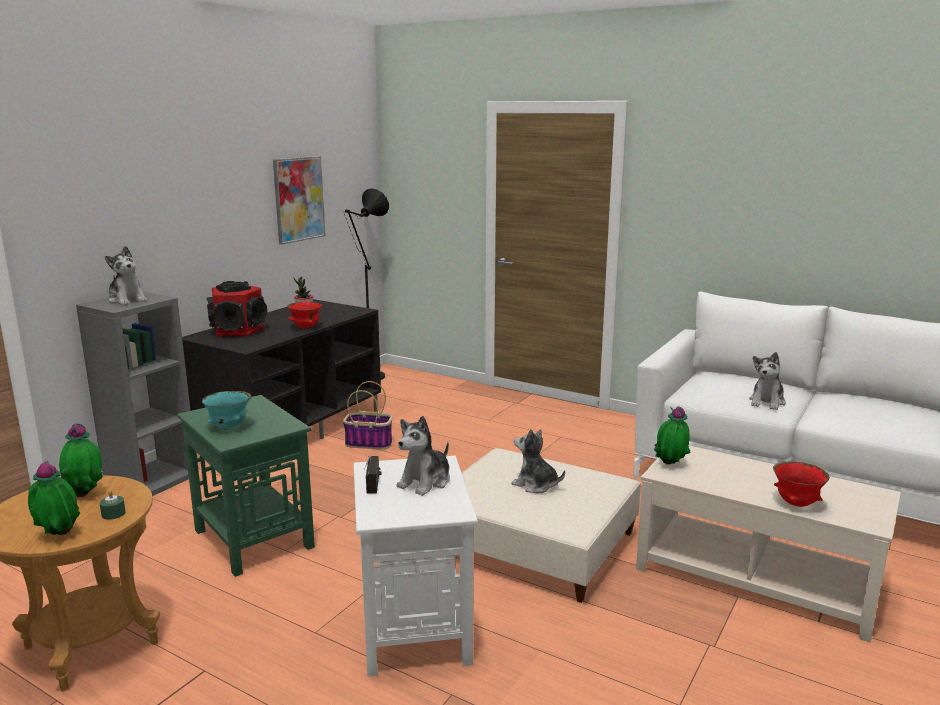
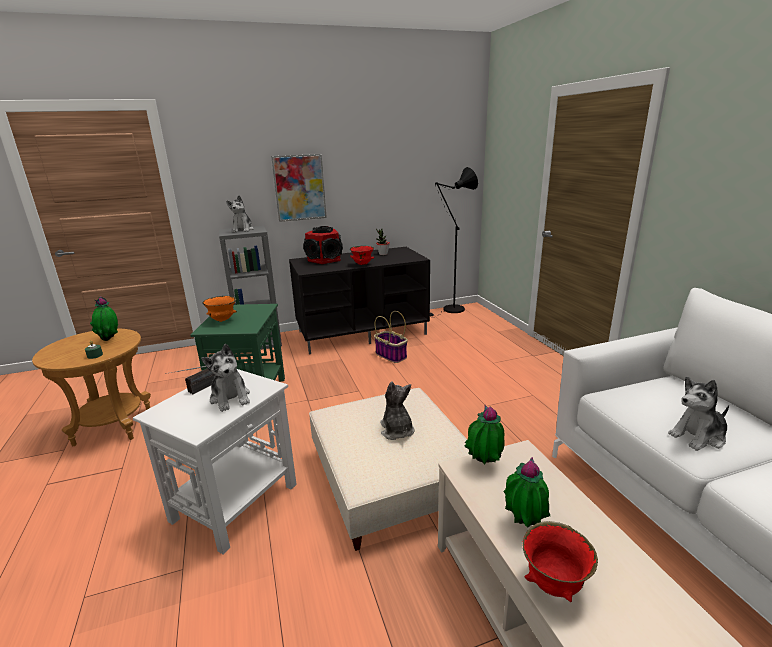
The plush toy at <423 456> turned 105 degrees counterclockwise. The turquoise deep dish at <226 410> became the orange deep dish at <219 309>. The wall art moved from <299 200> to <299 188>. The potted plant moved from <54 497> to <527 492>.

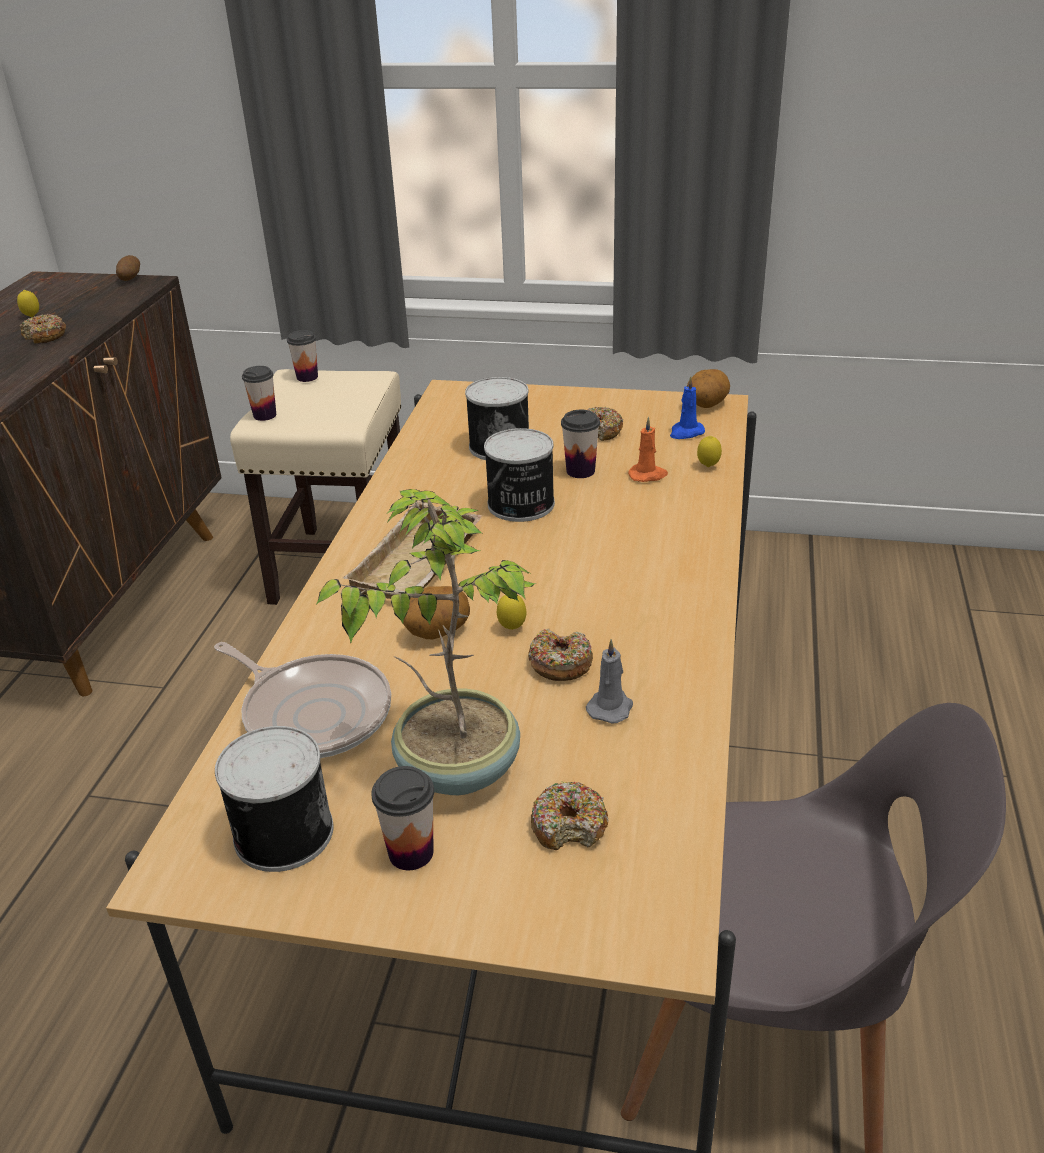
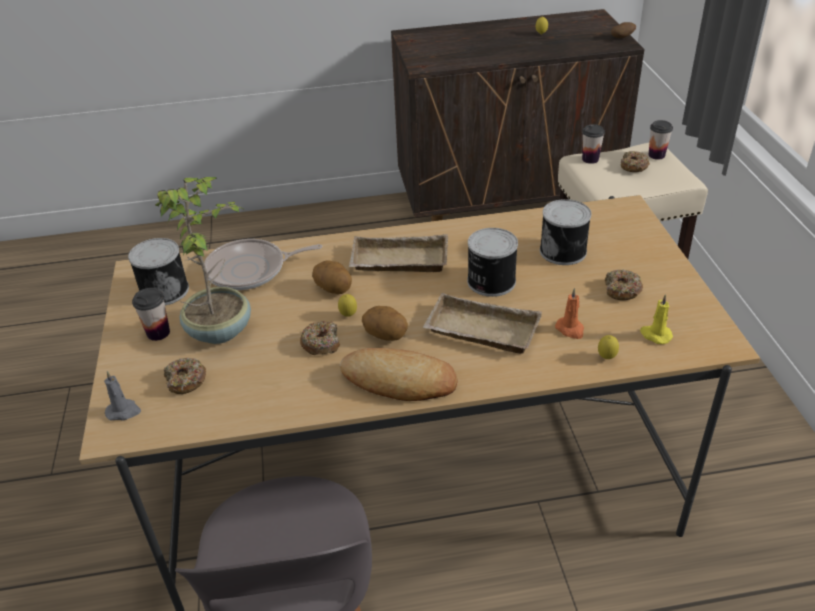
The grey wax candle moved from <609 681> to <122 396>. The frying pan at <302 700> turned 60 degrees clockwise. The bakery bread at <398 374> appeared. The spud moved from <708 388> to <385 323>. The sand-coloured tray at <482 323> appeared. The ring doughnut moved from <43 329> to <635 161>. The blue wax candle at <687 407> became the yellow wax candle at <656 319>. The small cup at <580 444> disappeared.

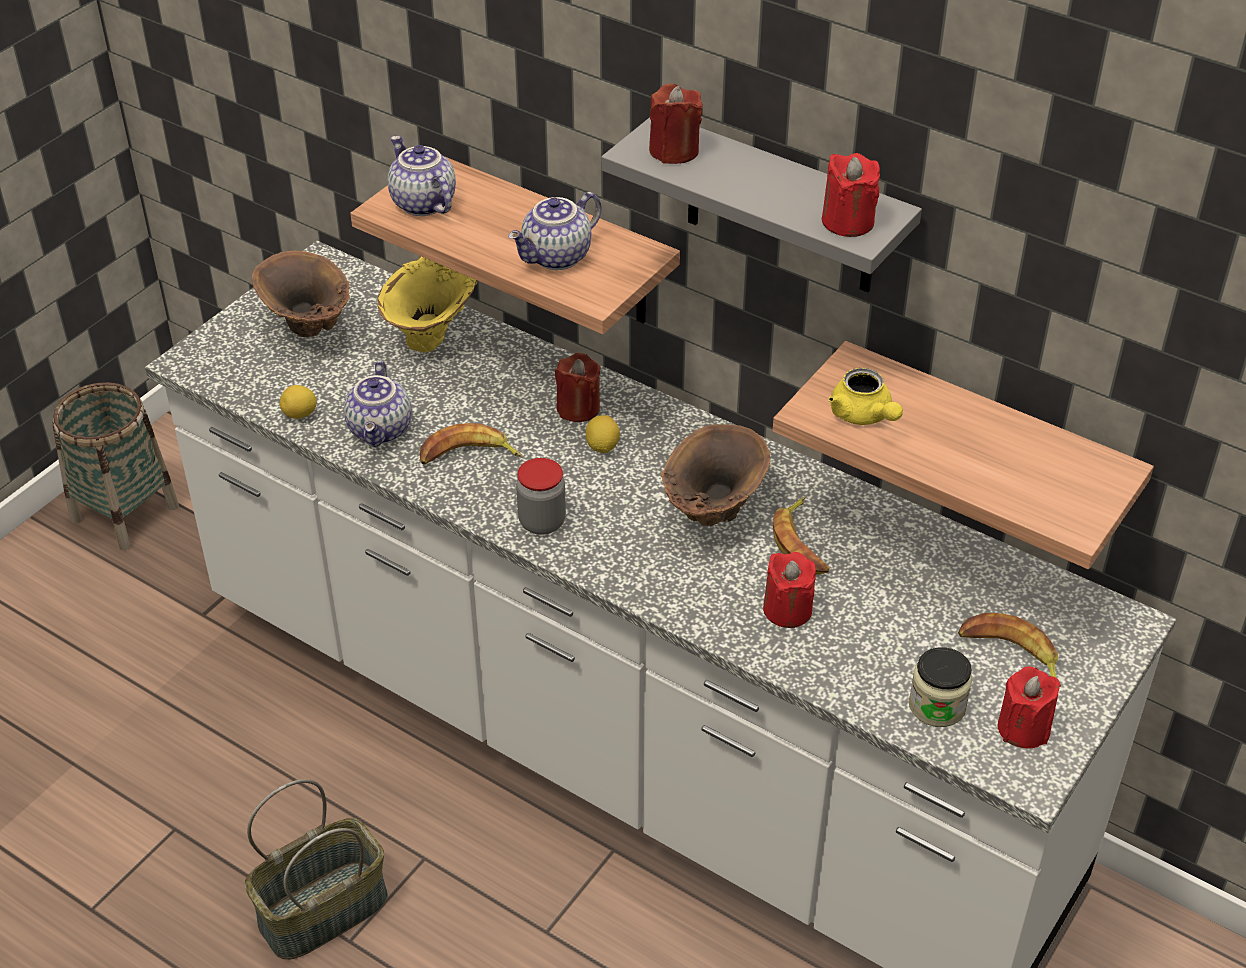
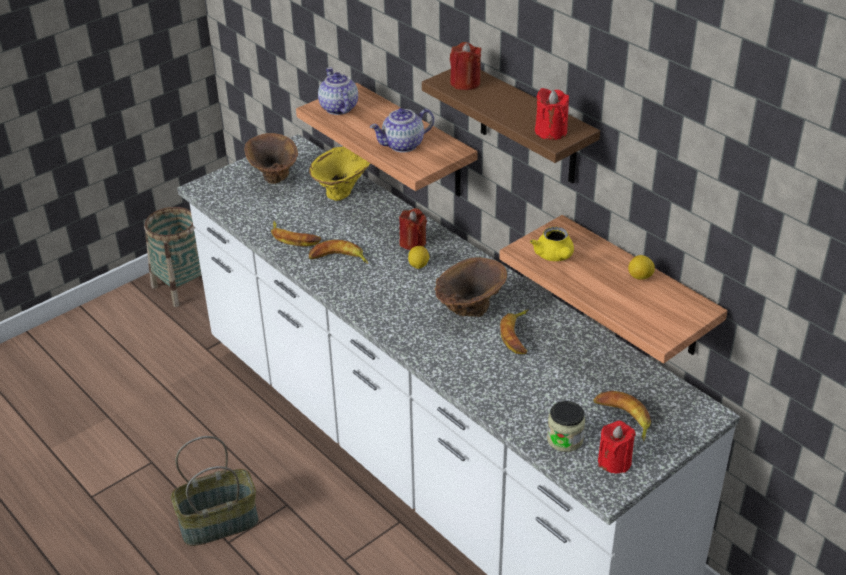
The teapot at <378 404> was replaced by the banana fruit at <296 234>. The grey shelf at <761 204> became the brown-coloured shelf at <511 126>. The lemon moved from <298 402> to <641 267>. The jar at <541 496> disappeared. The red-coloured wax candle at <789 590> disappeared.

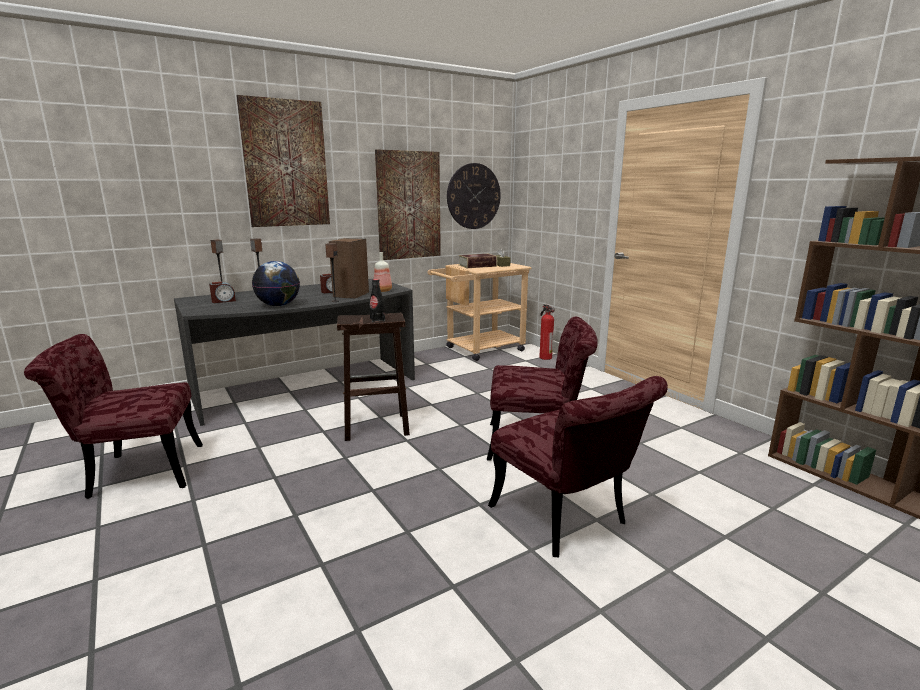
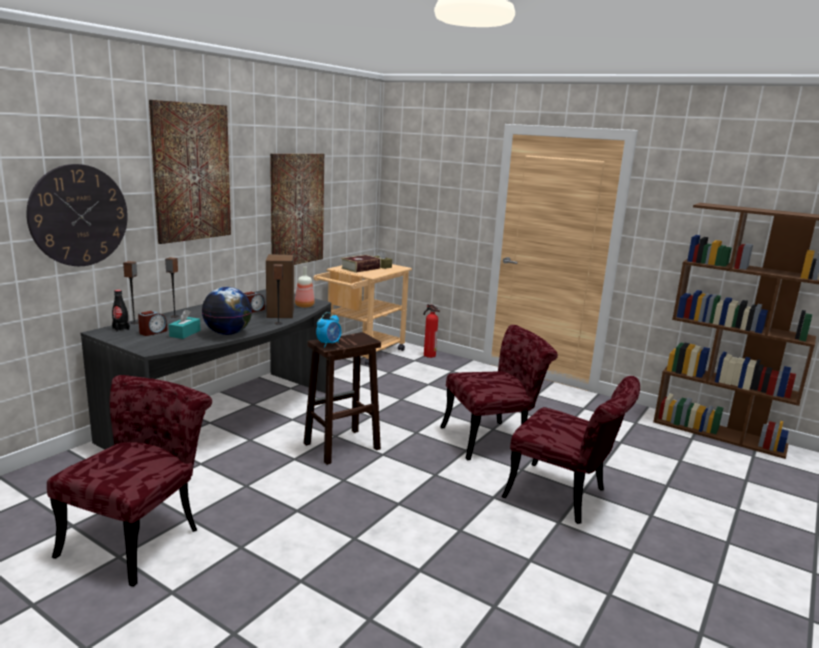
The wall clock moved from <474 196> to <77 215>. The red-coloured upright chair at <113 416> turned 150 degrees clockwise. The black beverage bottle moved from <377 300> to <121 311>. The turquoise tissue holder at <185 324> appeared. The alarm clock at <329 329> appeared.

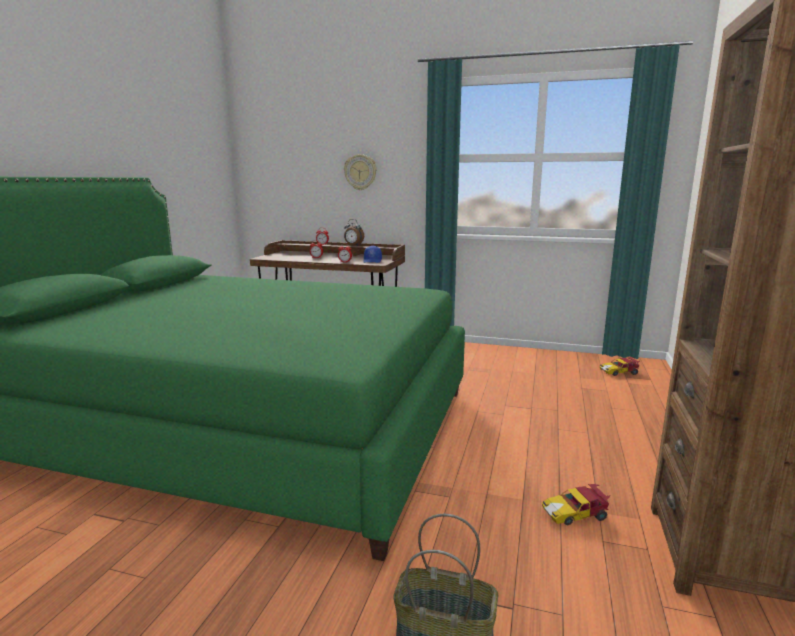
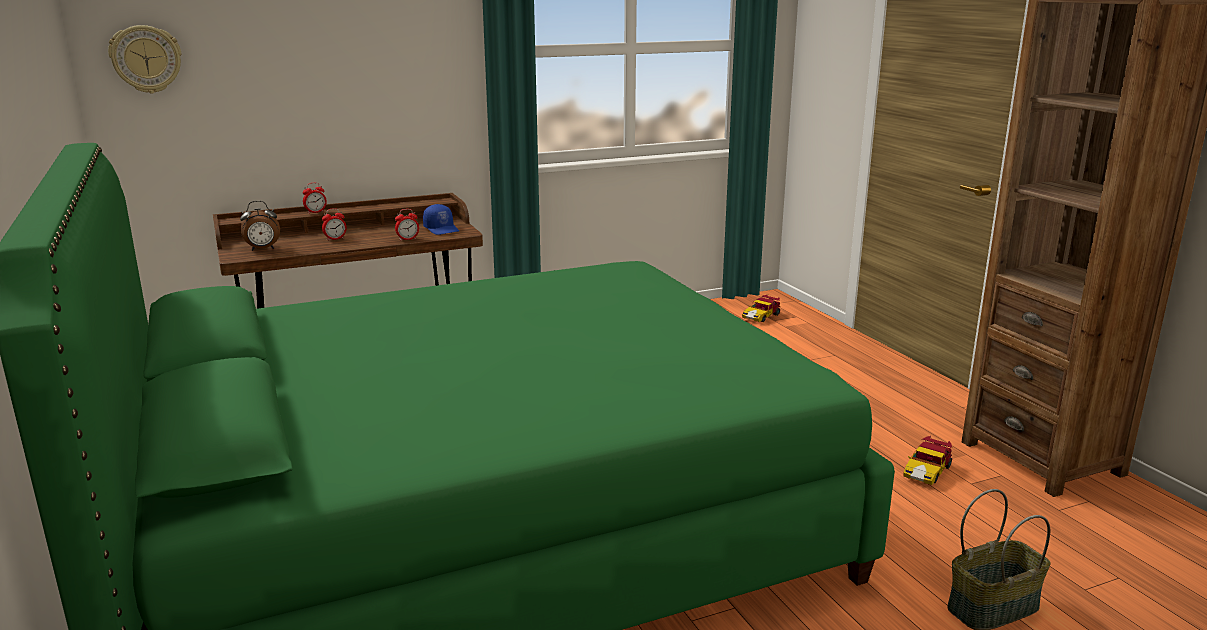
The wall clock moved from <360 172> to <144 59>. The alarm clock moved from <354 232> to <260 226>.

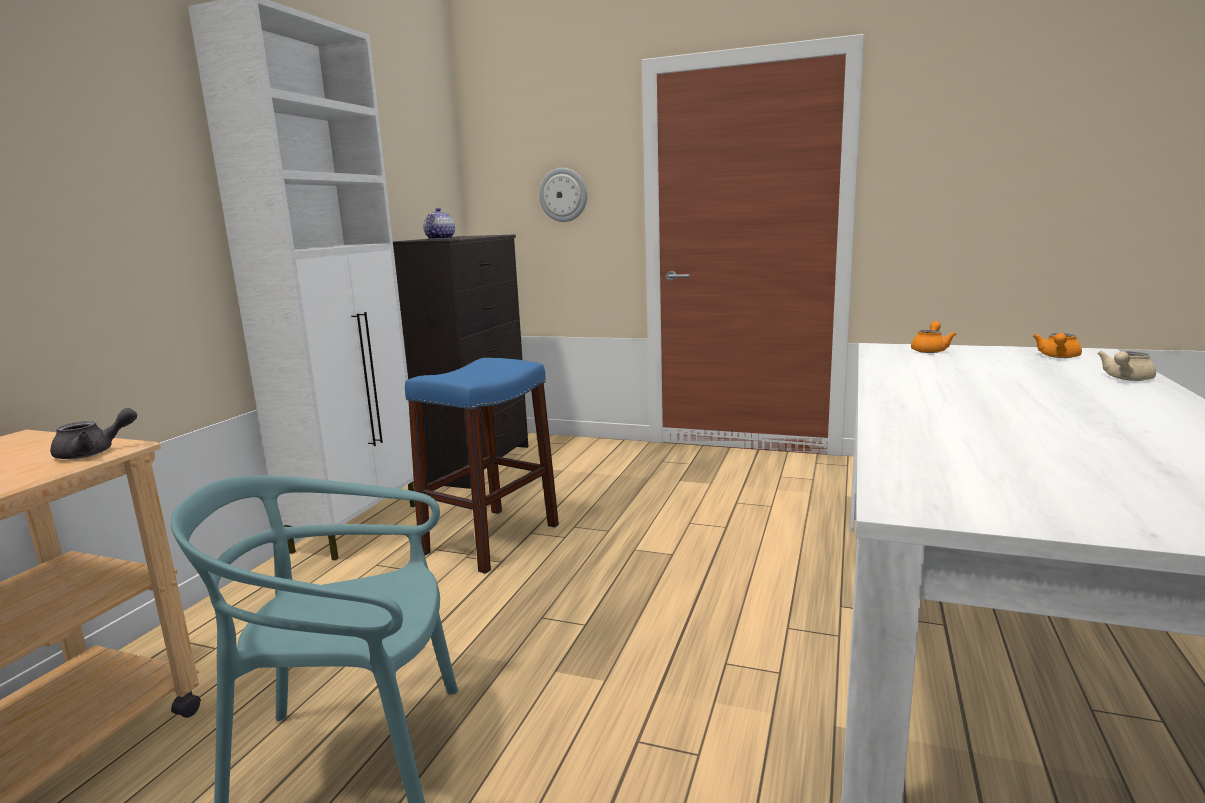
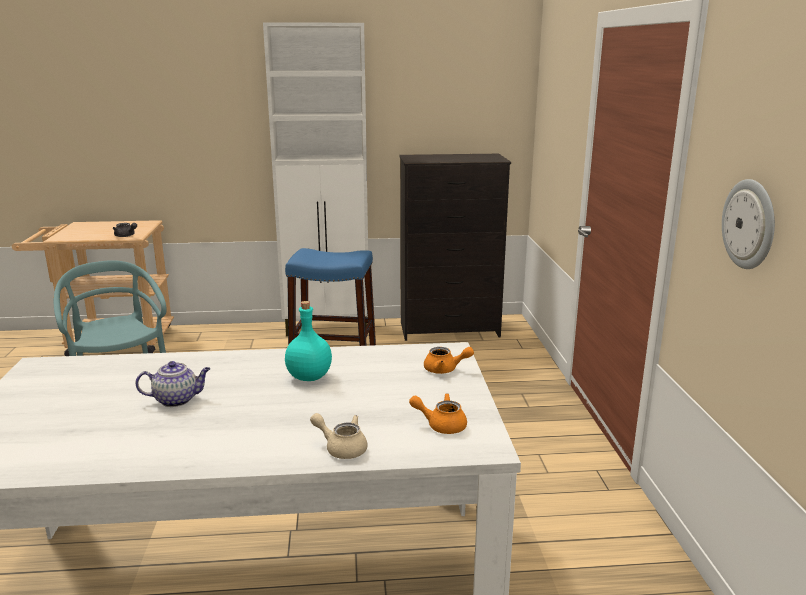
The teapot moved from <439 224> to <172 384>. The turquoise beverage bottle at <308 341> appeared. The wall clock moved from <563 195> to <748 224>.

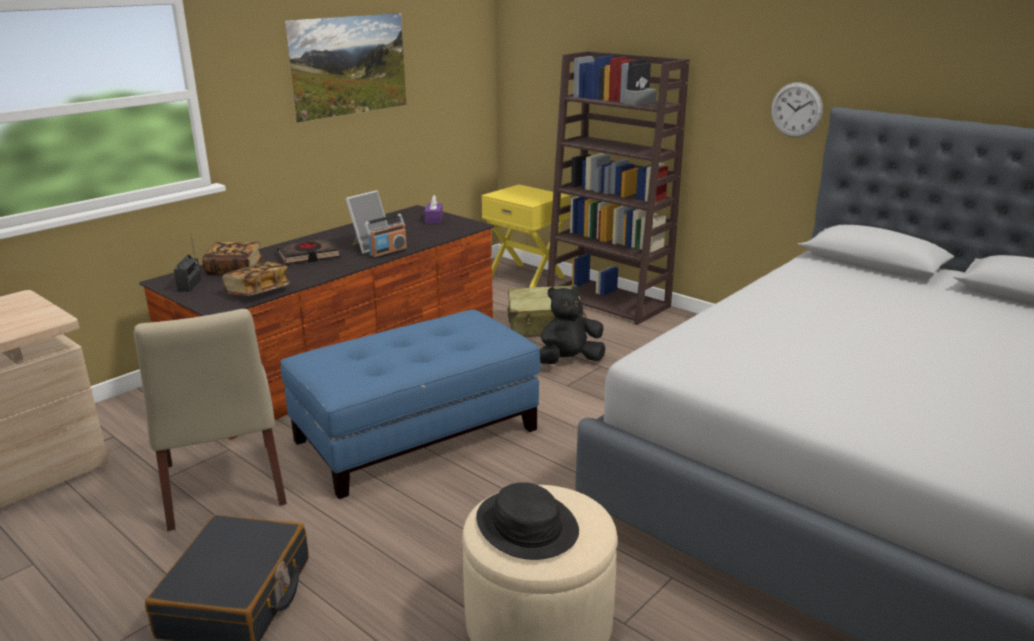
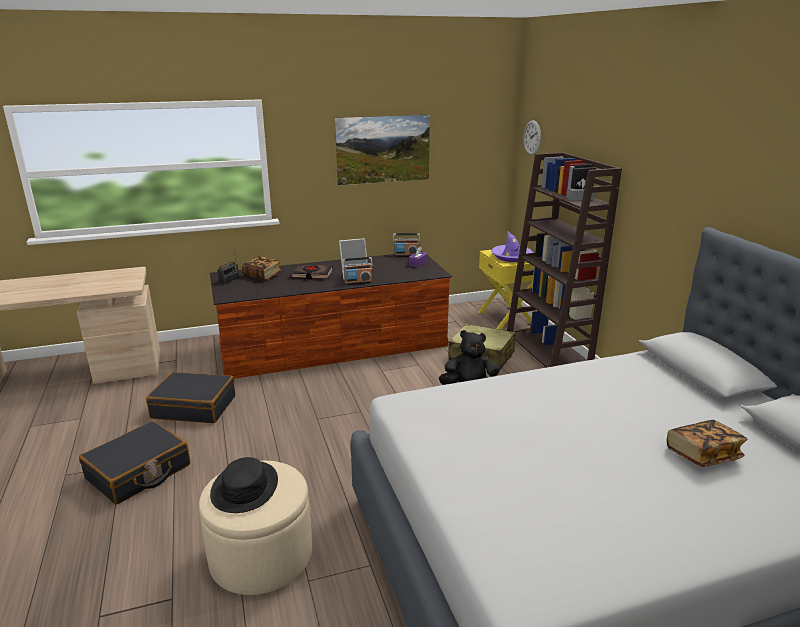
The sand-coloured upright chair at <210 420> was replaced by the black travel case at <190 397>. The radio set at <406 245> appeared. The purple-coloured hat at <512 246> appeared. The wall clock moved from <797 109> to <532 137>. The book moved from <256 279> to <707 443>. The blue pouffe at <410 404> disappeared.

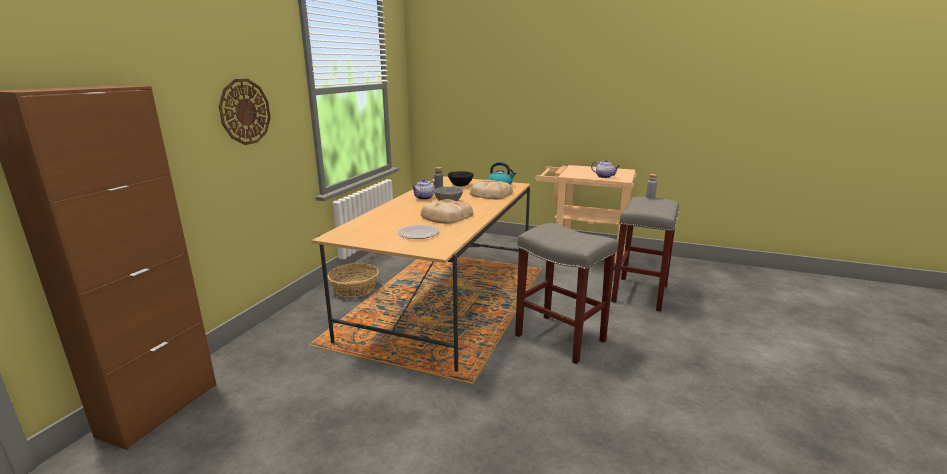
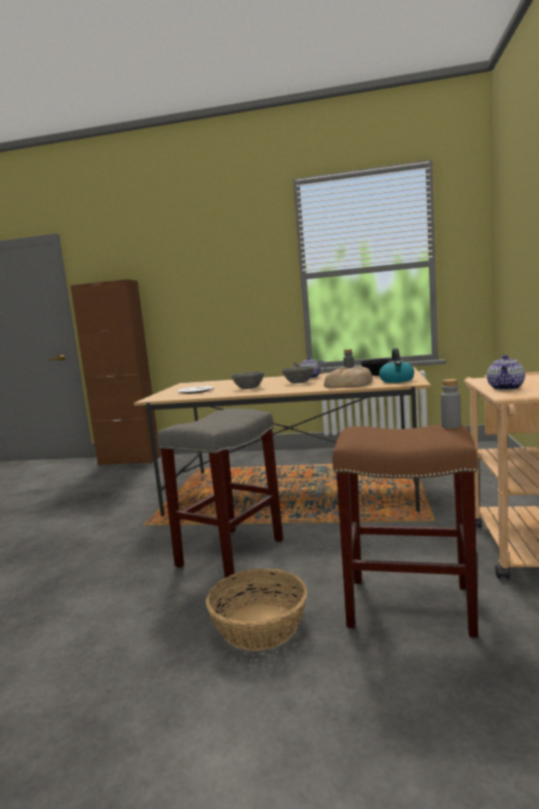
The household basket moved from <353 280> to <256 609>. The bakery bread at <447 211> was replaced by the grey deep dish at <247 380>. The grey stool at <645 254> became the brown-coloured stool at <405 530>. The wall clock at <245 112> disappeared.

